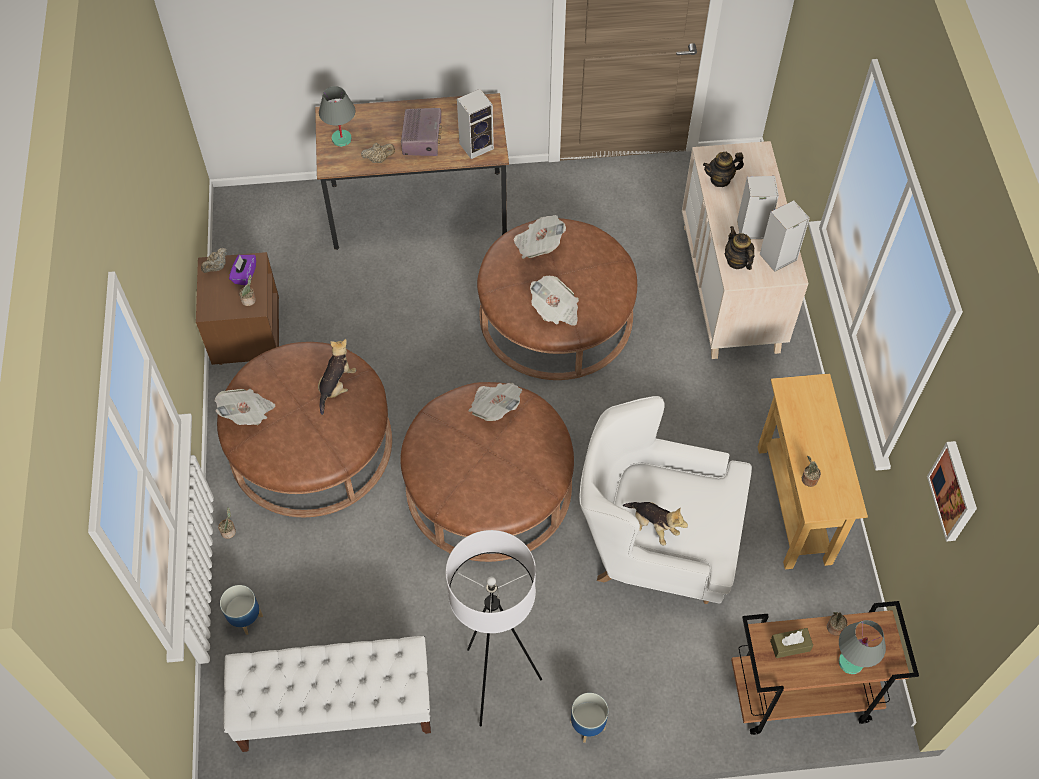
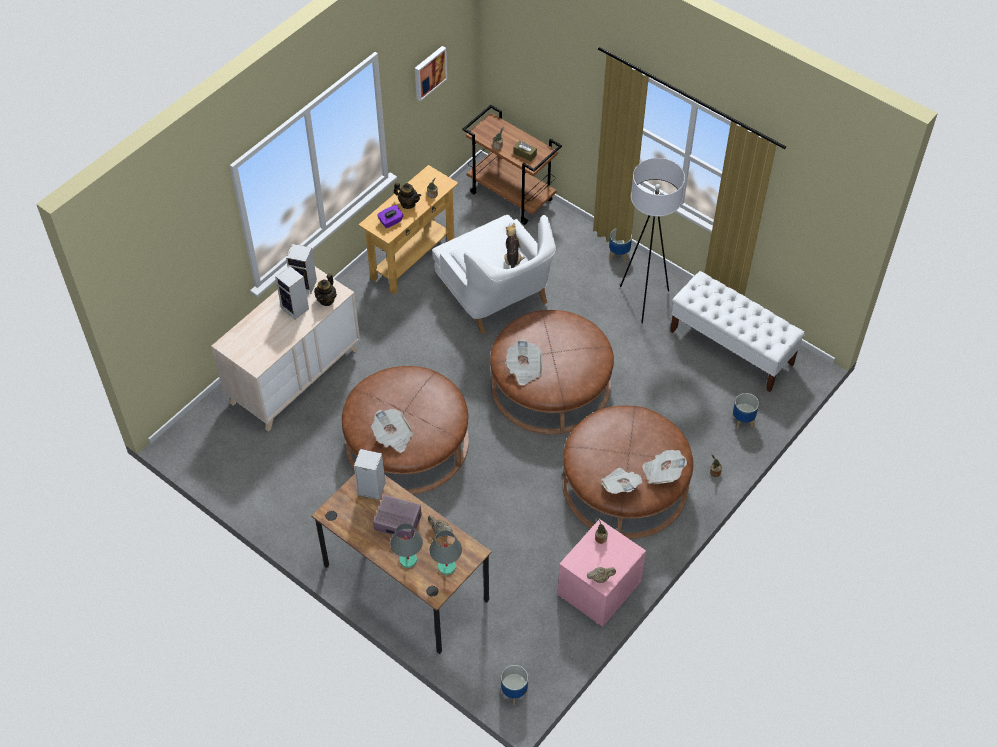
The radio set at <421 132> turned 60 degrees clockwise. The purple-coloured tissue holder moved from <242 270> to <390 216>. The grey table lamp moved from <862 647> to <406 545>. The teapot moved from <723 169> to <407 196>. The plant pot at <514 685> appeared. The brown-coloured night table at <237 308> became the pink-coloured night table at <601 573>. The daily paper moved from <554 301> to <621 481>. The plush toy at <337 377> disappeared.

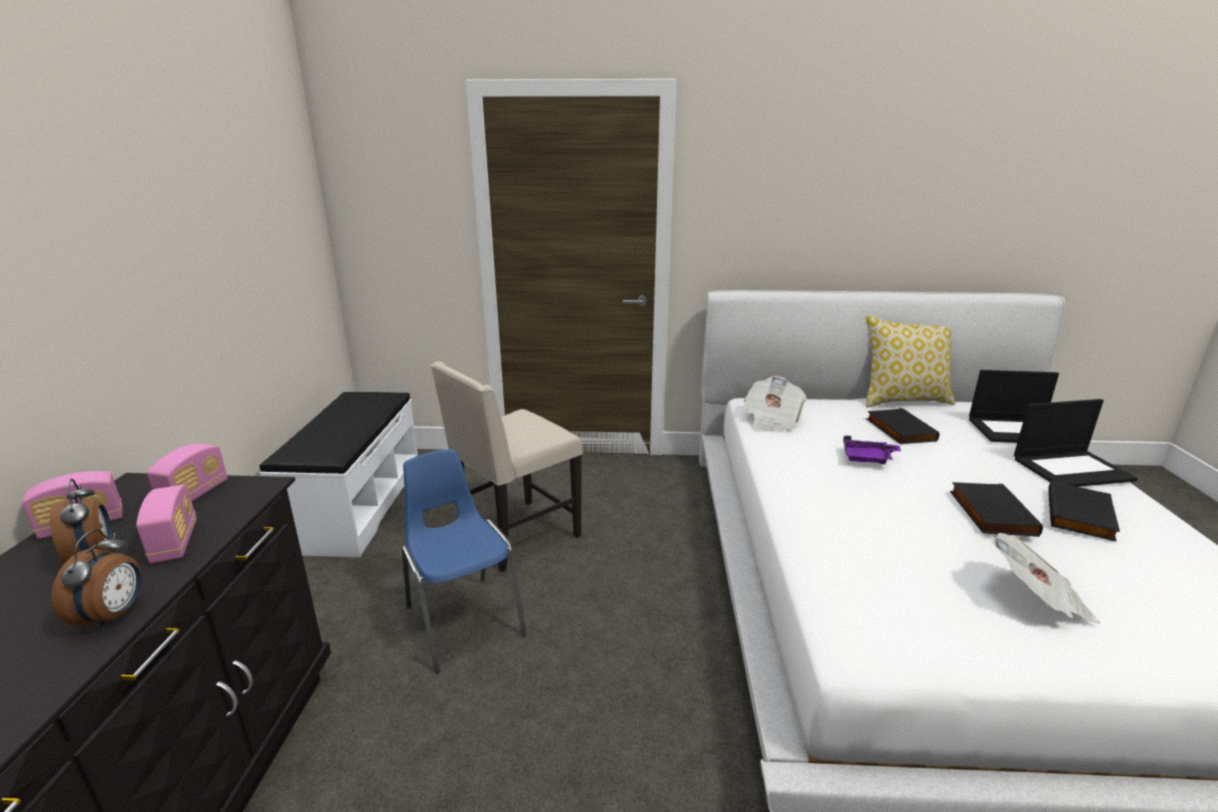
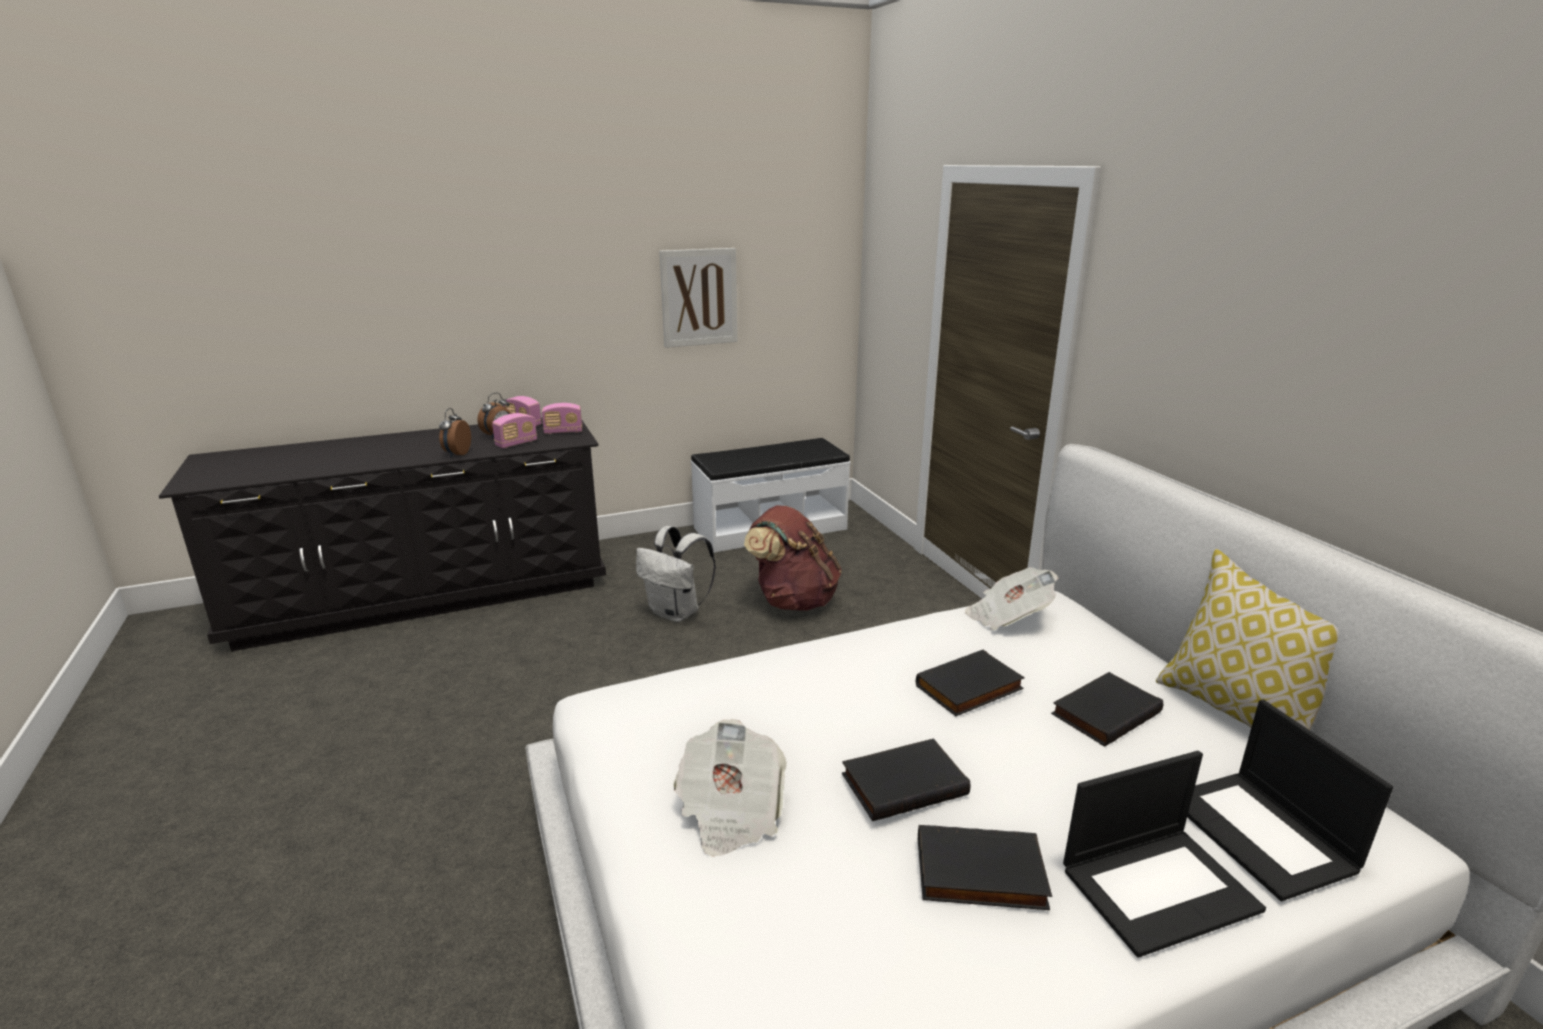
The alarm clock at <96 579> turned 120 degrees clockwise. The blue upright chair at <464 561> was replaced by the white-coloured knapsack at <676 574>. The wall art at <698 298> appeared. The sand-coloured upright chair at <507 466> was replaced by the brown-coloured knapsack at <793 558>. The purple-coloured tray at <872 450> was replaced by the black book at <970 683>. The portable computer at <1076 443> turned 75 degrees counterclockwise.

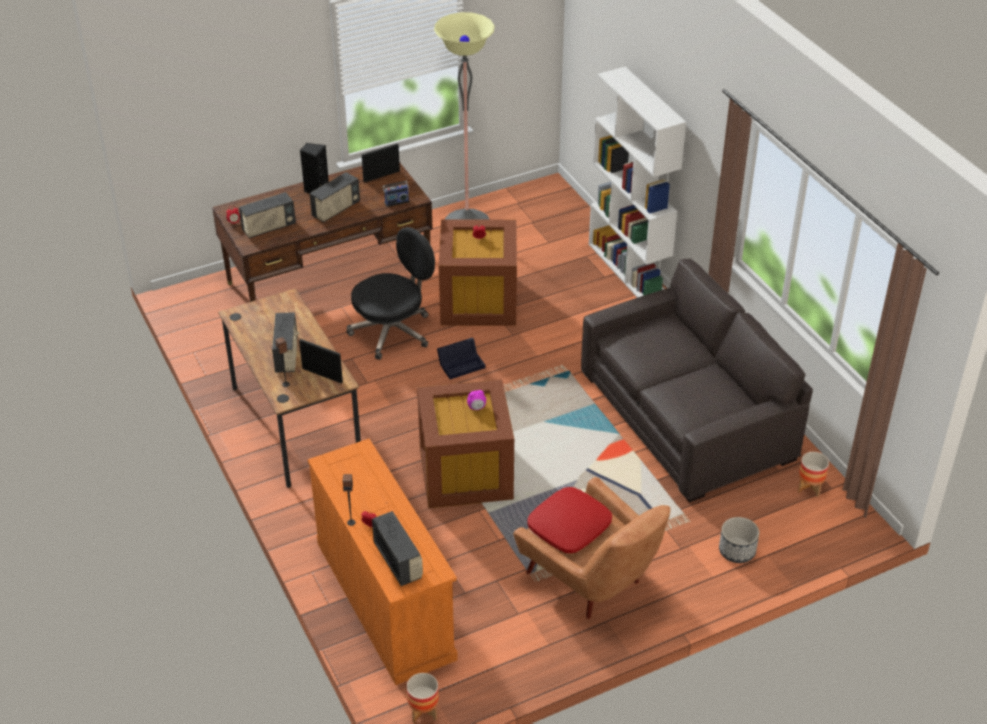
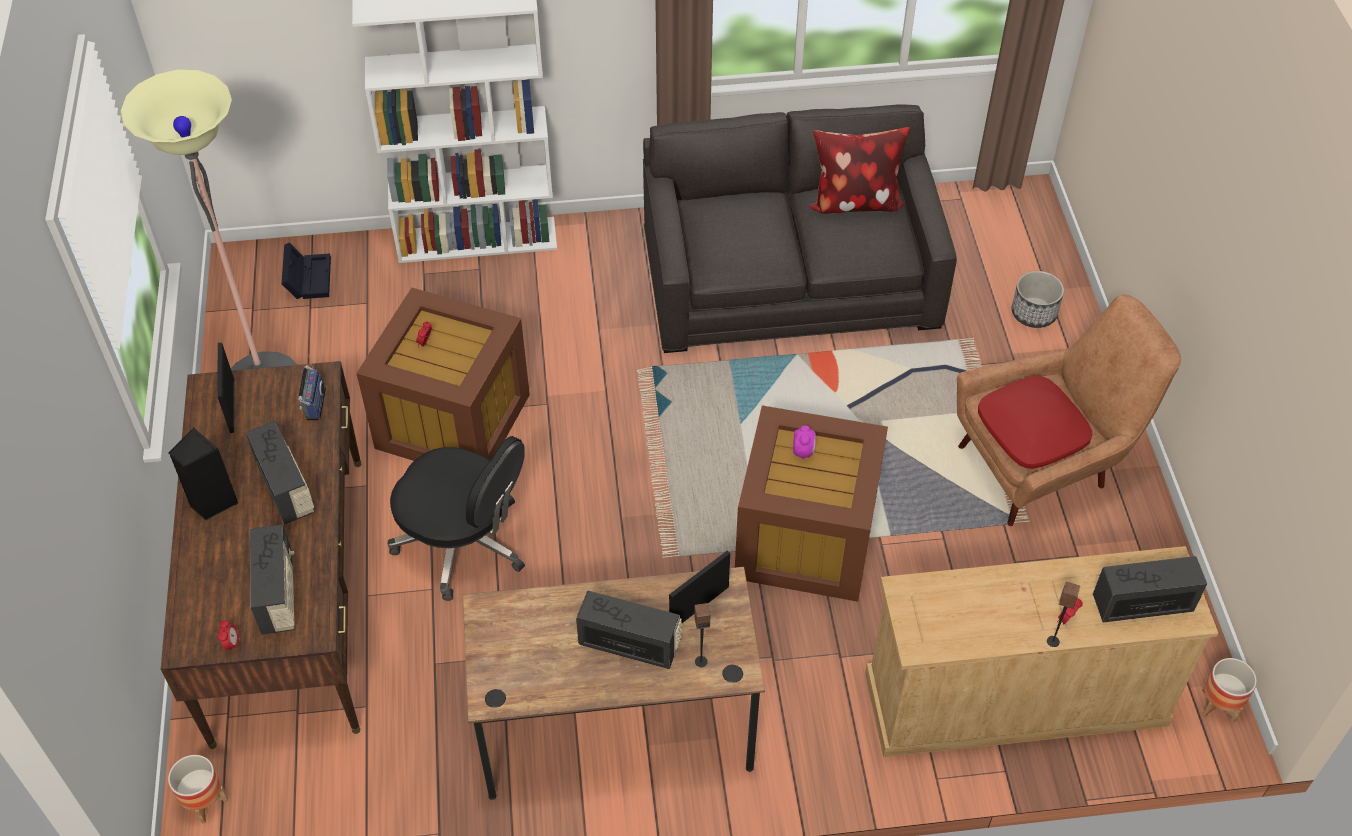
The plant pot moved from <813 474> to <198 789>. The black storage container moved from <461 358> to <306 270>. The black desk chair at <390 293> turned 135 degrees clockwise. The pillow at <859 170> appeared. The orange dresser at <383 562> became the sand-coloured dresser at <1041 652>.

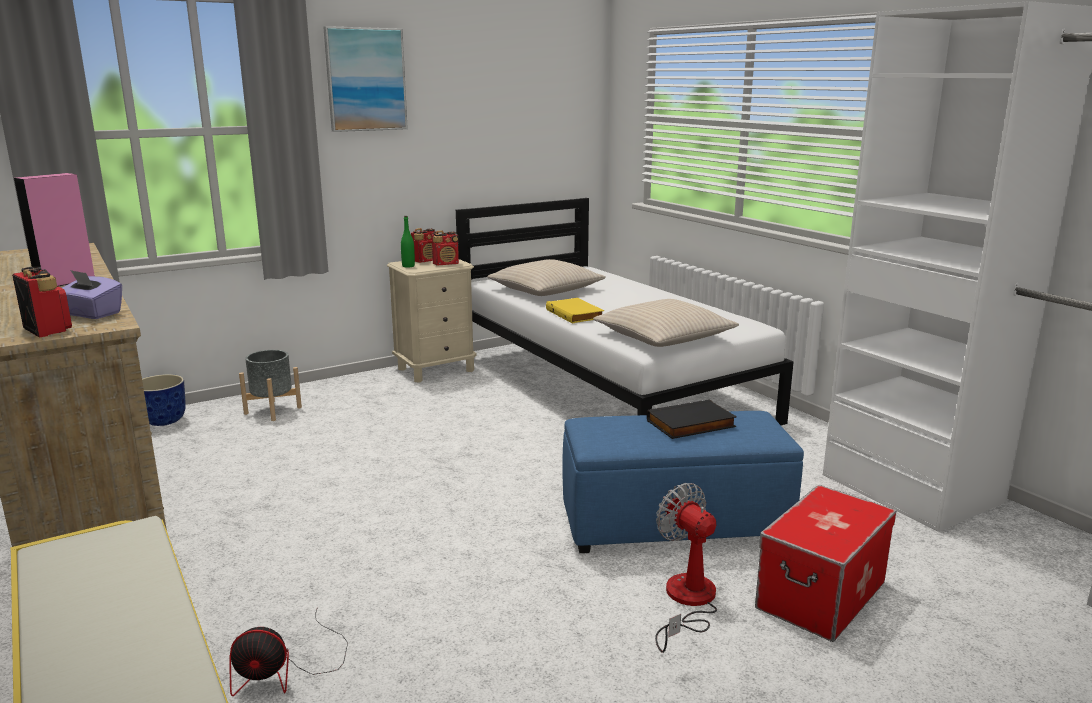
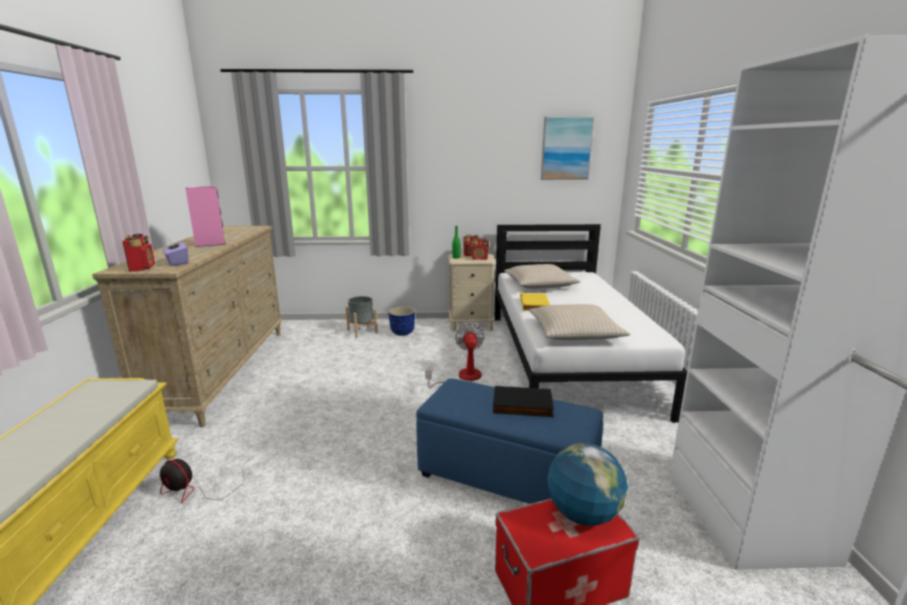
The plant pot moved from <164 400> to <401 321>. The electric fan moved from <686 568> to <454 356>. The wall art moved from <365 79> to <567 148>. The globe at <587 484> appeared.

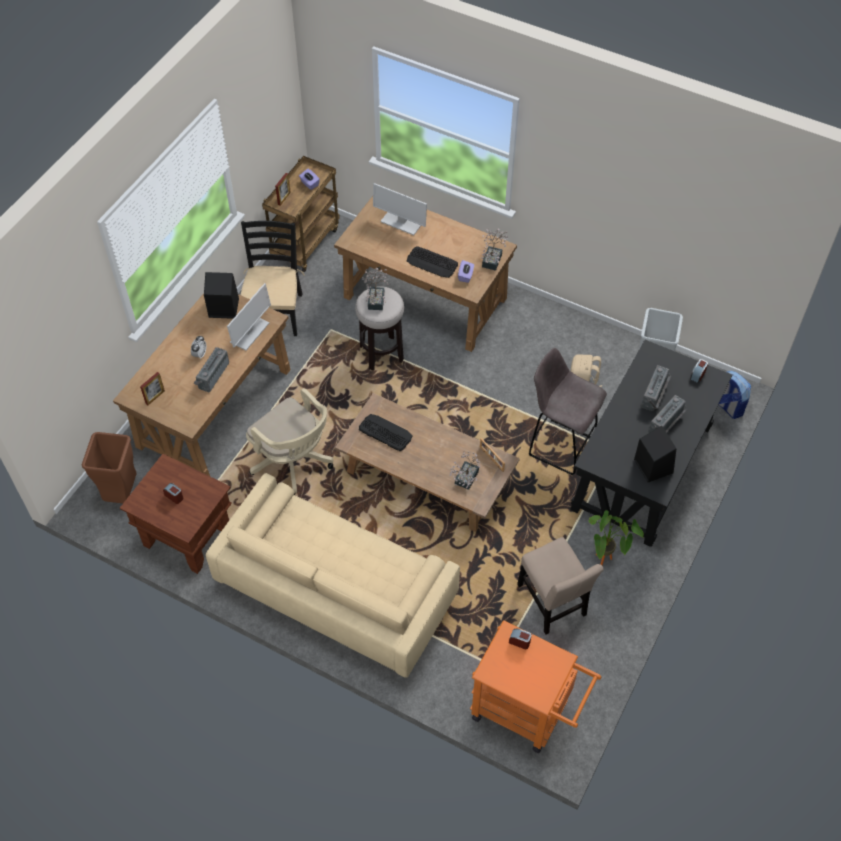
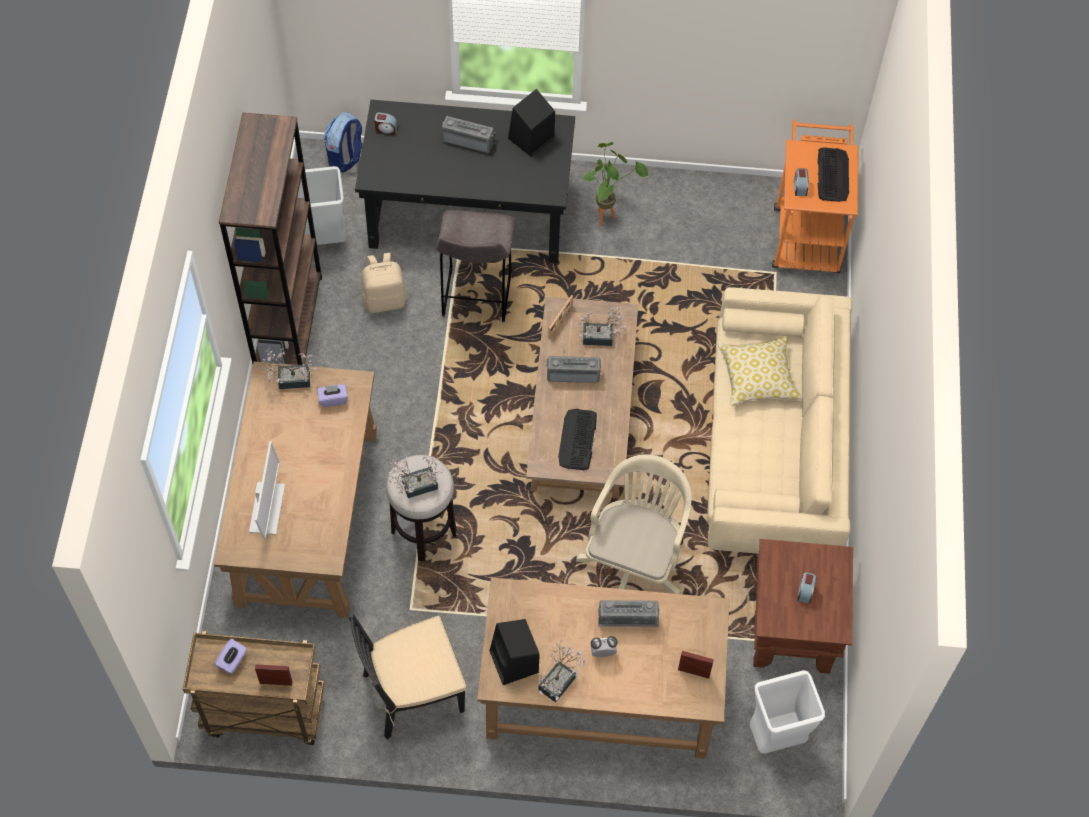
The brown-coloured bookshelf at <270 238> appeared. The potted plant at <562 671> appeared. The radio set moved from <656 388> to <574 369>. The pillow at <760 371> appeared. The brown-coloured rubbish bin at <108 467> became the white-coloured rubbish bin at <787 712>. The PC keyboard moved from <432 262> to <833 174>. The computer screen at <249 317> disappeared. The sand-coloured upright chair at <560 586> disappeared.

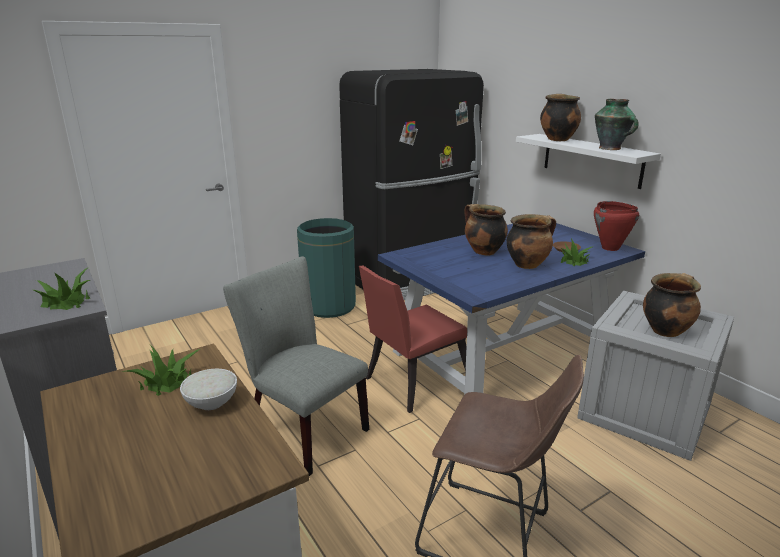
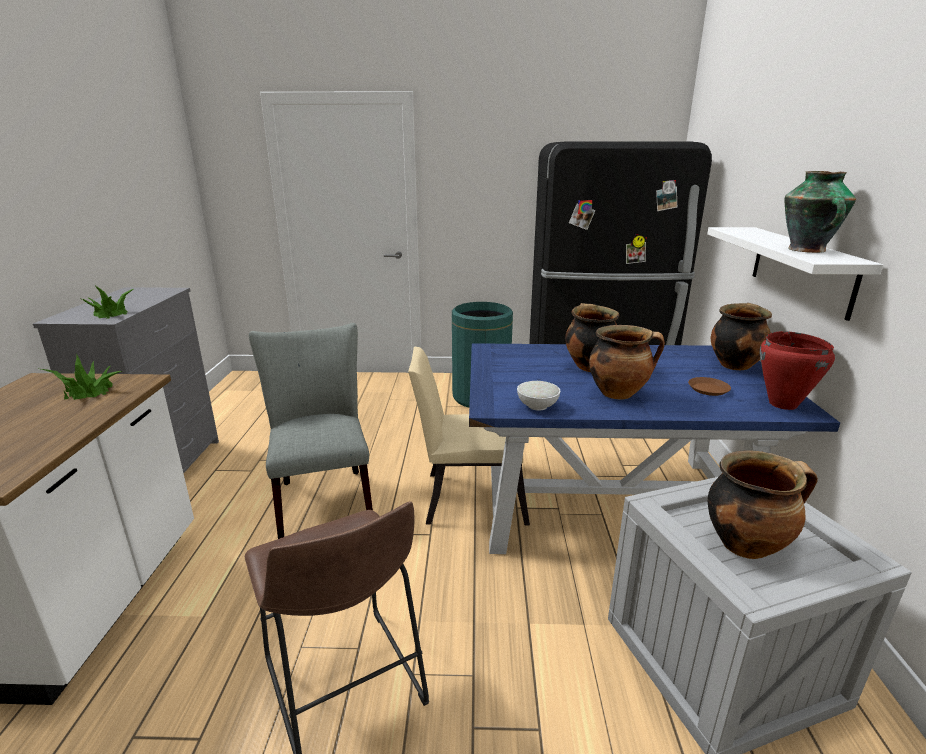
The red-coloured upright chair at <413 339> became the sand-coloured upright chair at <469 436>. The white-coloured deep dish moved from <208 389> to <538 396>. The stockpot moved from <560 117> to <741 336>. The potted plant at <577 252> disappeared.

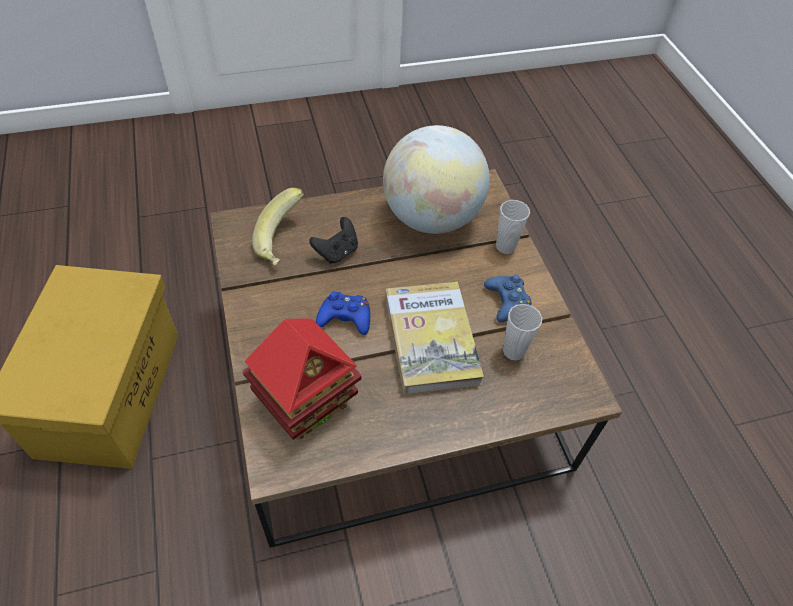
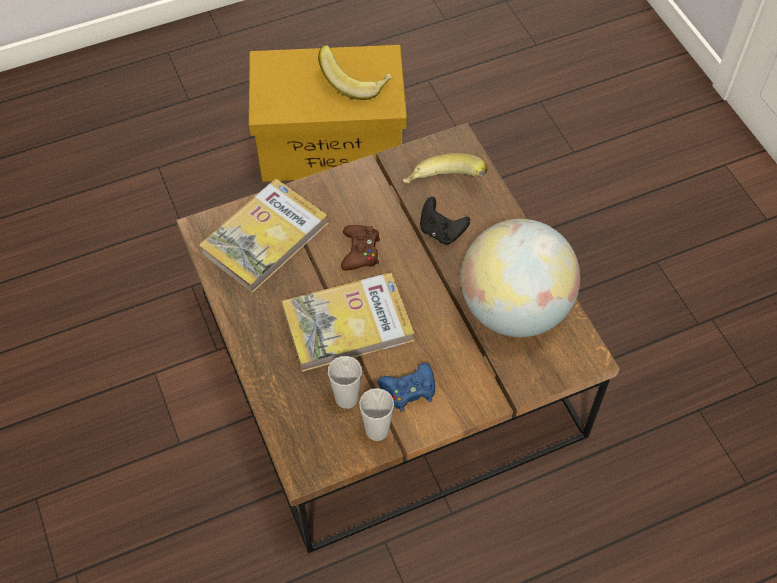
The toy house at <302 379> was replaced by the book at <263 236>. The banana fruit at <355 72> appeared. The blue game controller at <343 313> became the brown-coloured game controller at <360 247>. The small cup moved from <513 227> to <376 414>.

